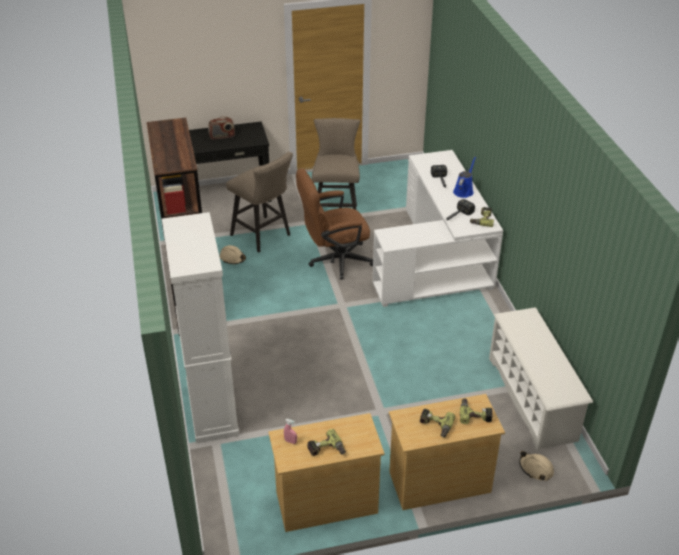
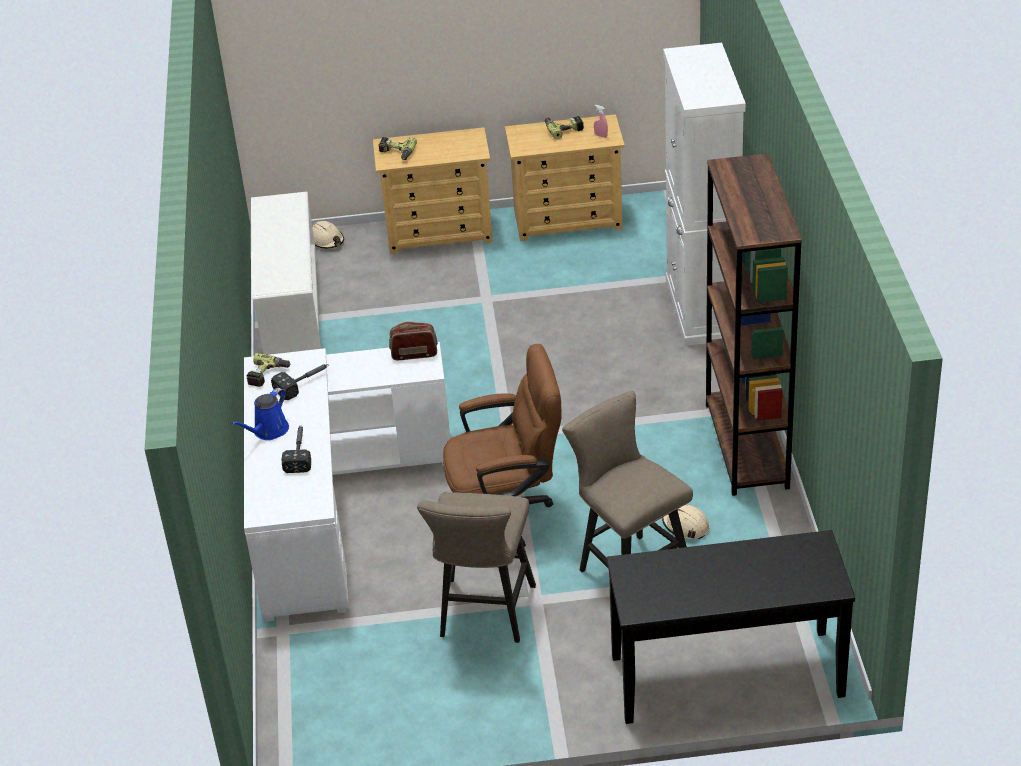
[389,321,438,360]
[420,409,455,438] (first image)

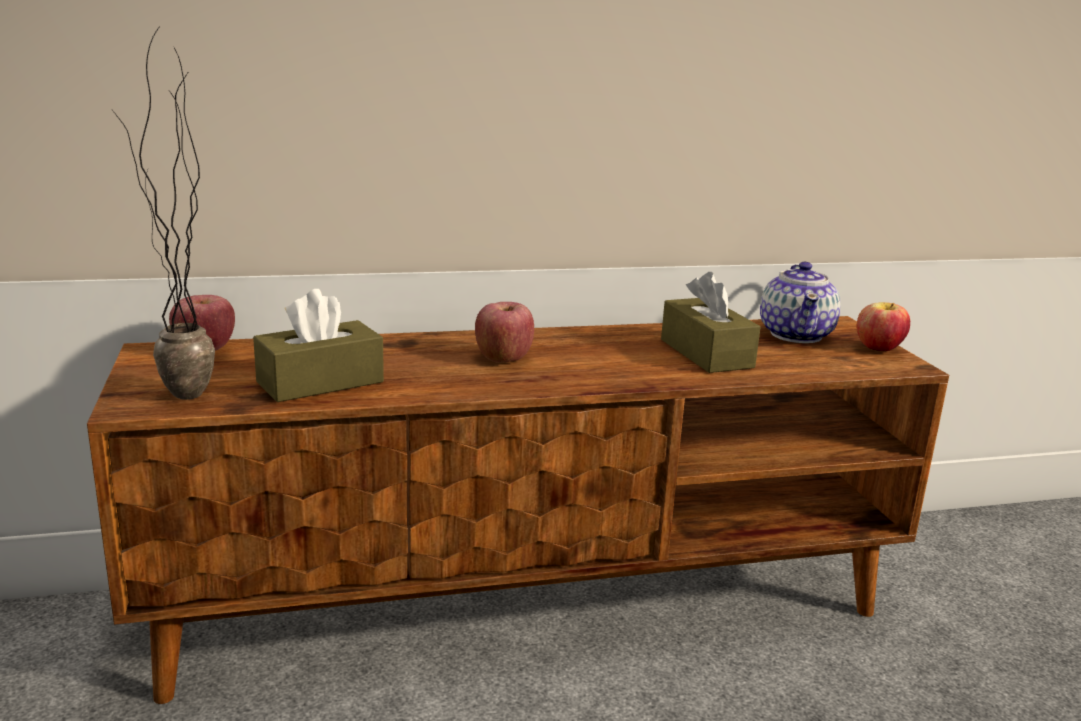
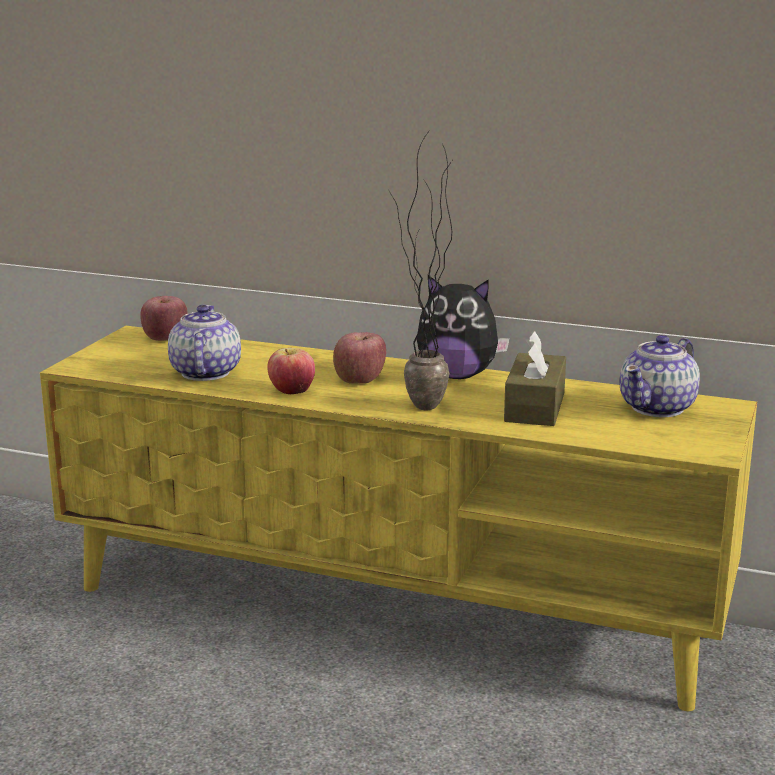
[388,129,452,410]
[168,305,241,381]
[267,348,315,394]
[40,326,757,711]
[417,275,510,379]

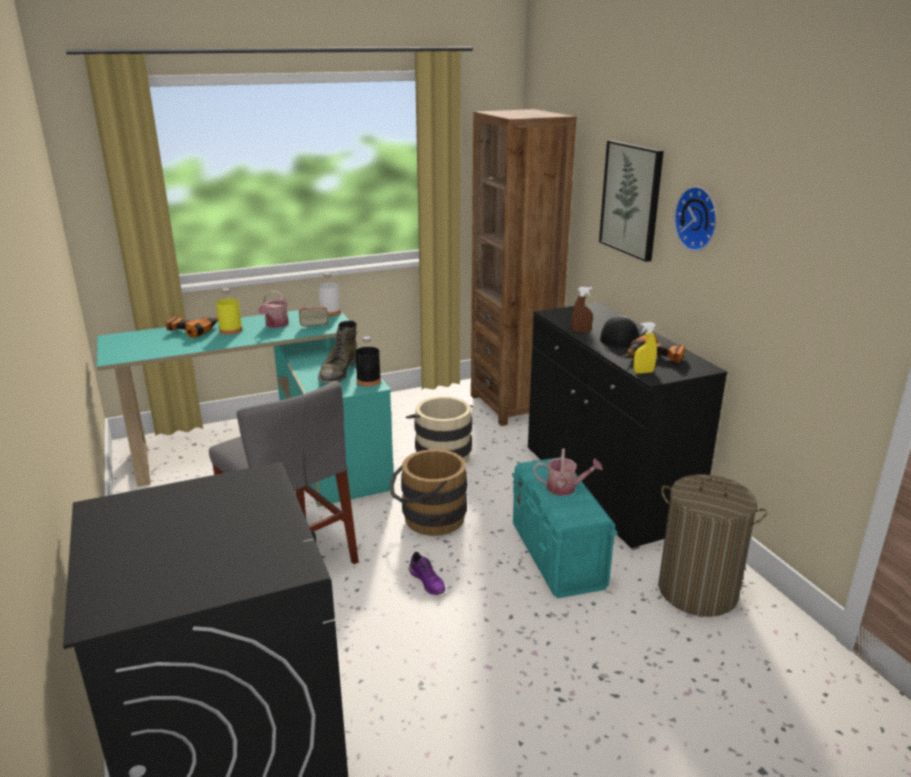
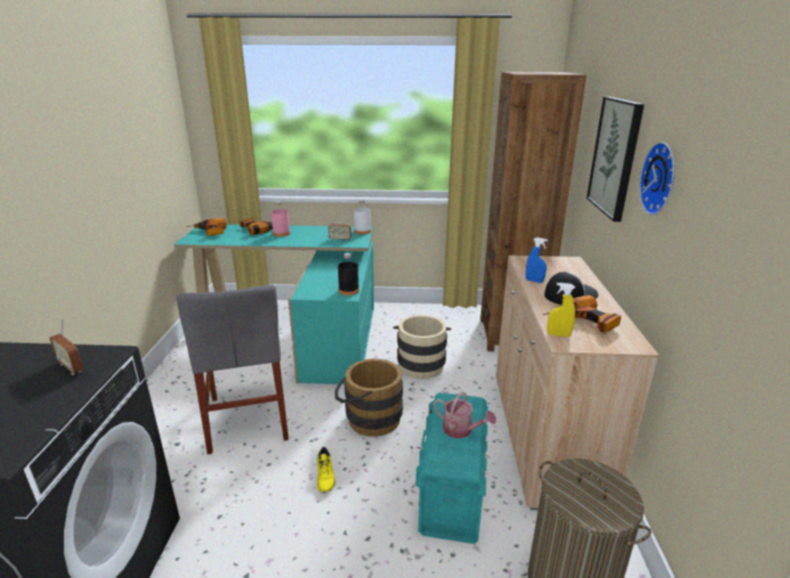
[526,237,548,283]
[271,201,290,237]
[258,291,289,328] (first image)
[496,255,659,510]
[318,320,357,383] (first image)
[317,447,336,493]
[187,218,227,236]
[49,318,83,375]

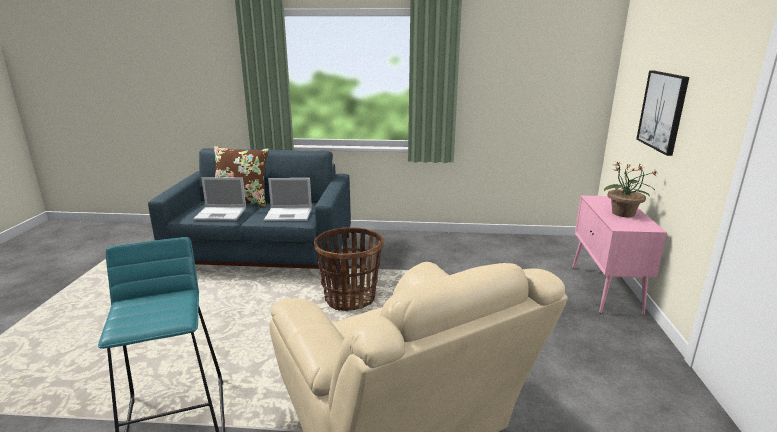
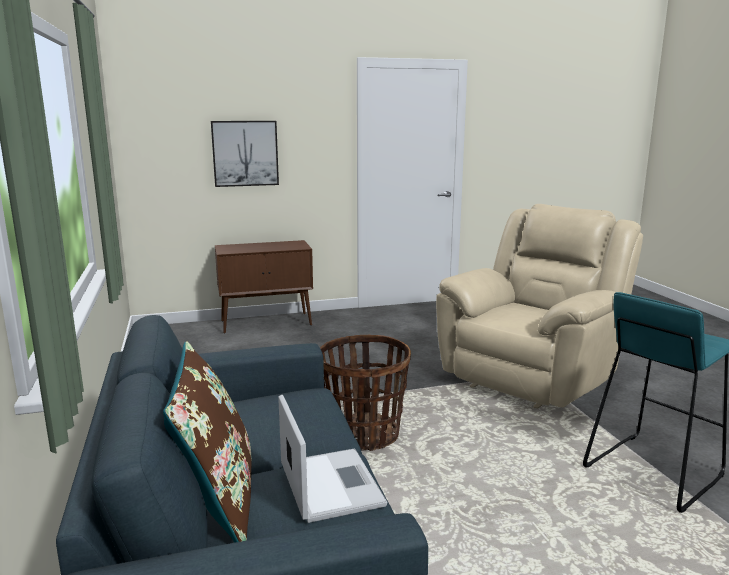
[604,161,657,217] (first image)
[264,178,312,221] (first image)
[215,240,313,334]

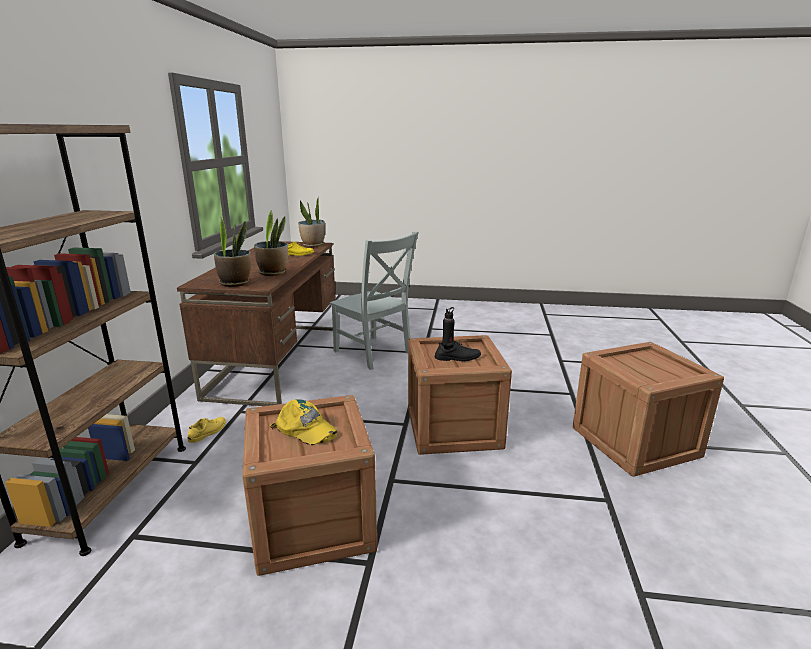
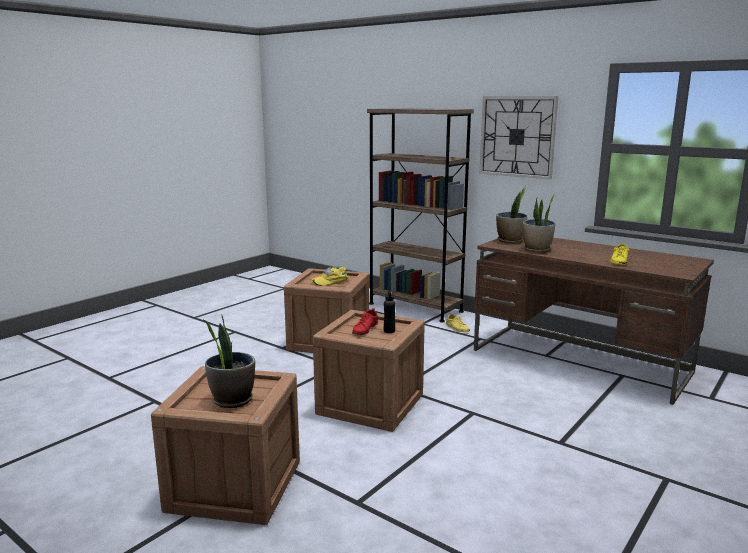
[204,314,255,408]
[330,231,419,370] (first image)
[352,308,378,335]
[479,96,558,179]

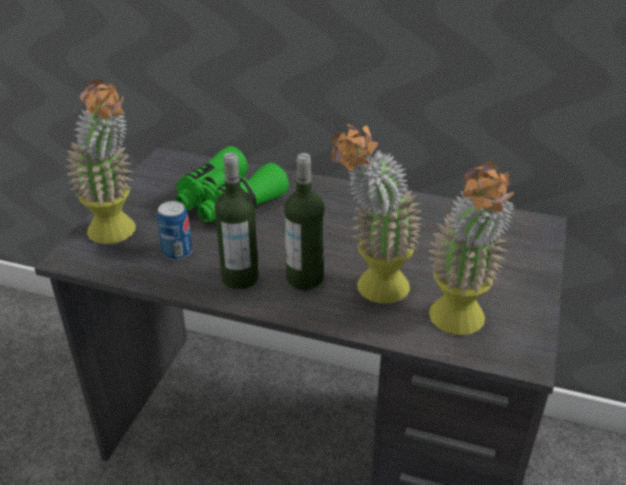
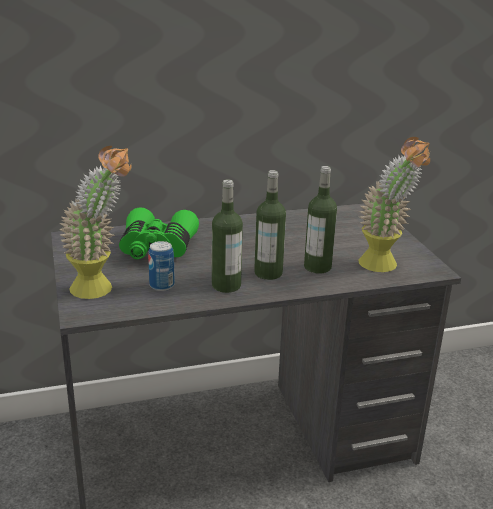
[304,166,337,274]

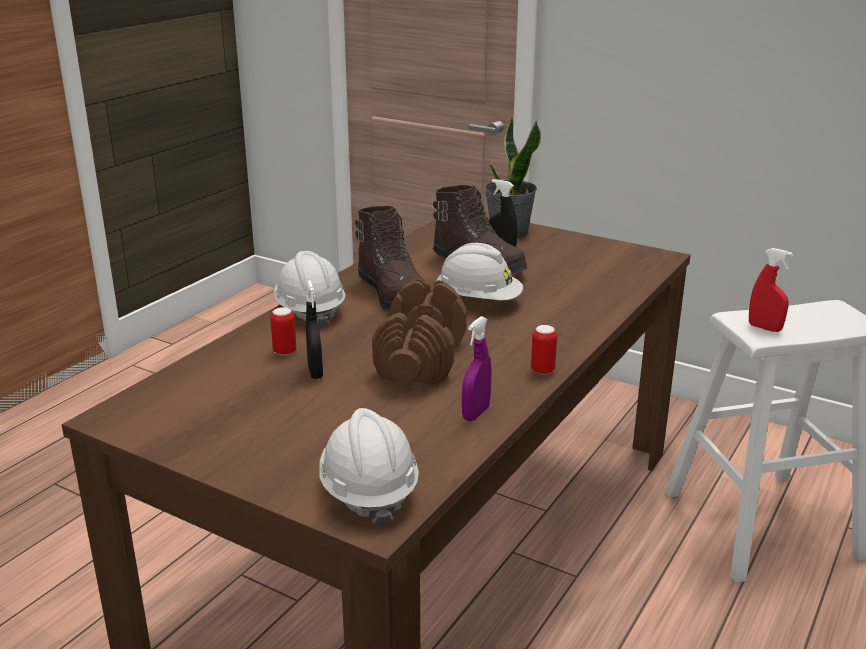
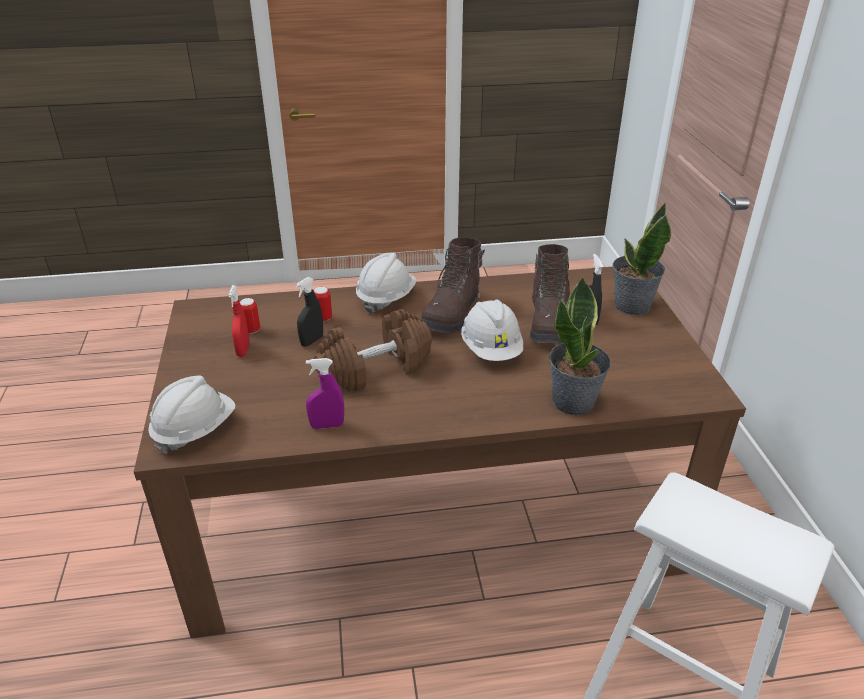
[228,285,250,357]
[240,298,260,334]
[549,276,611,415]

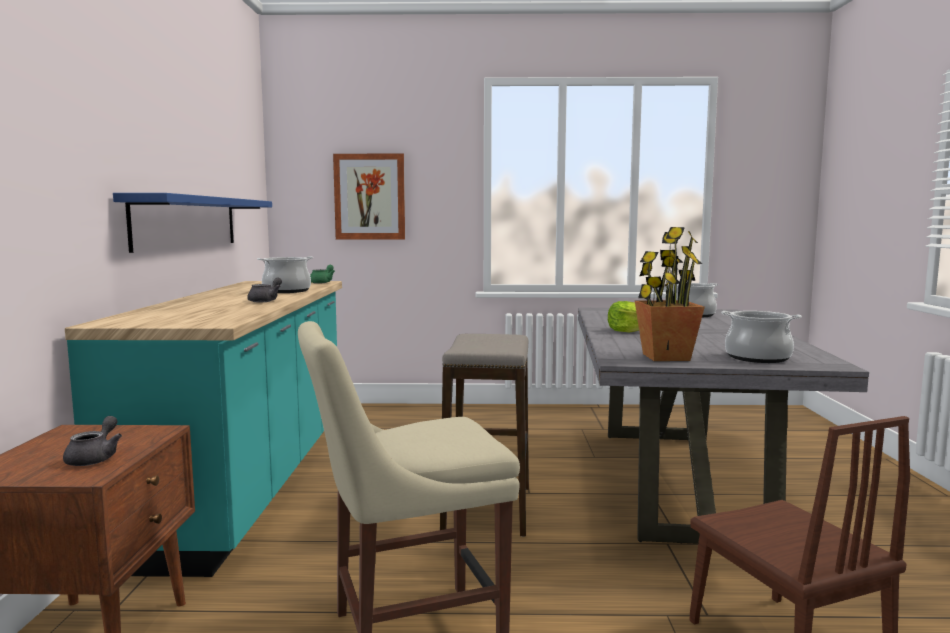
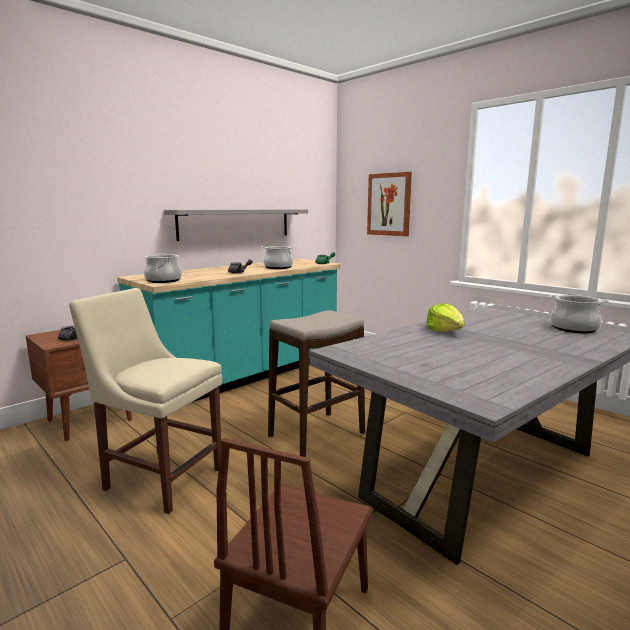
[164,209,308,241]
[635,227,705,361] (first image)
[144,253,182,283]

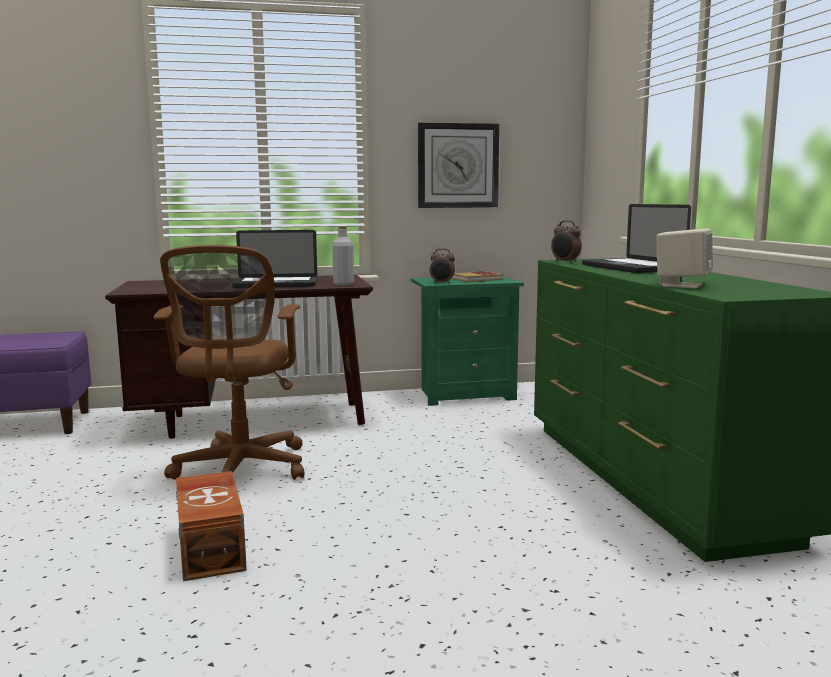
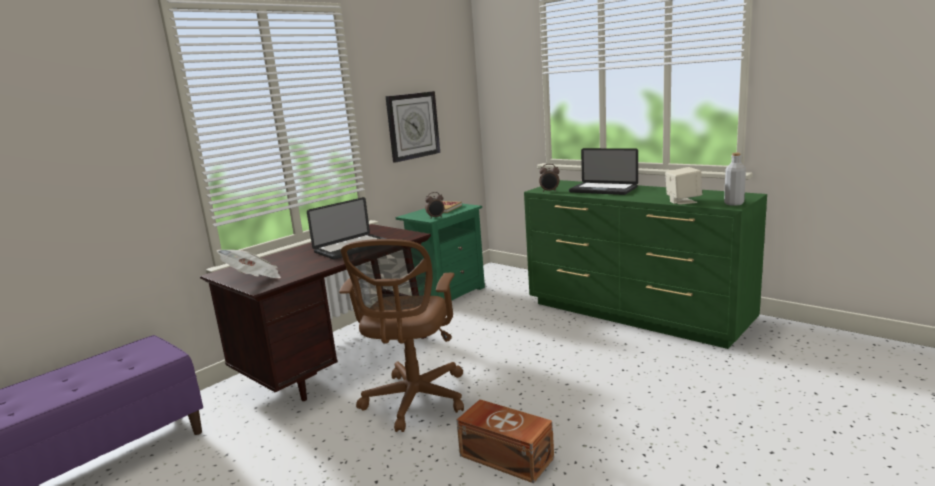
[724,153,746,206]
[339,239,464,432]
[217,250,281,278]

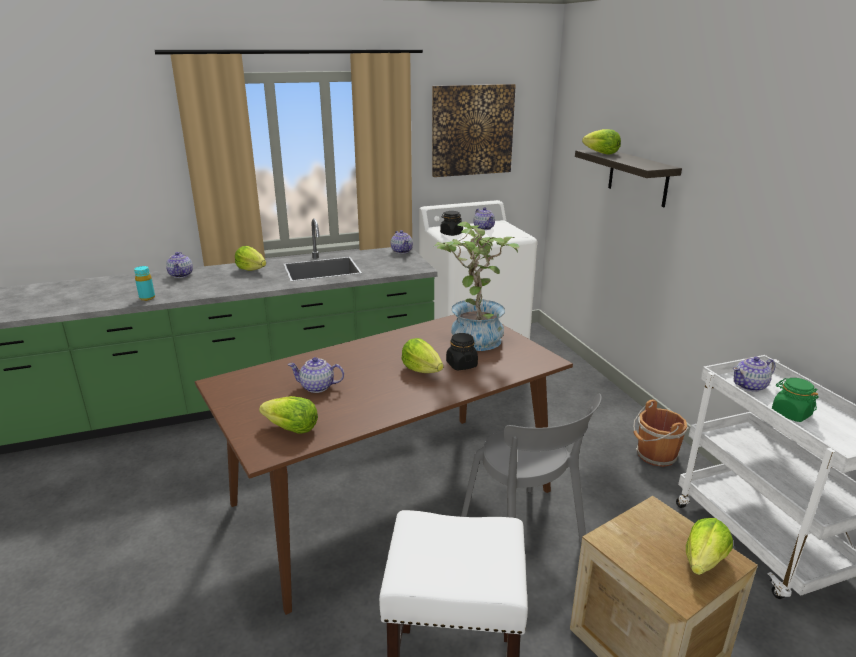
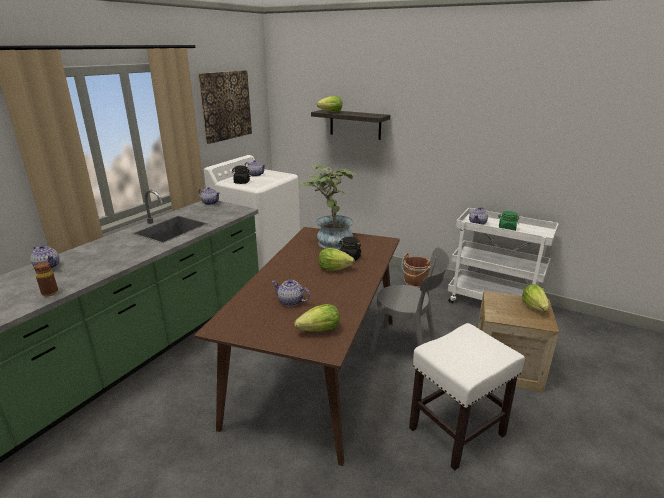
[235,246,266,271] (first image)
[34,262,58,296]
[271,279,310,307]

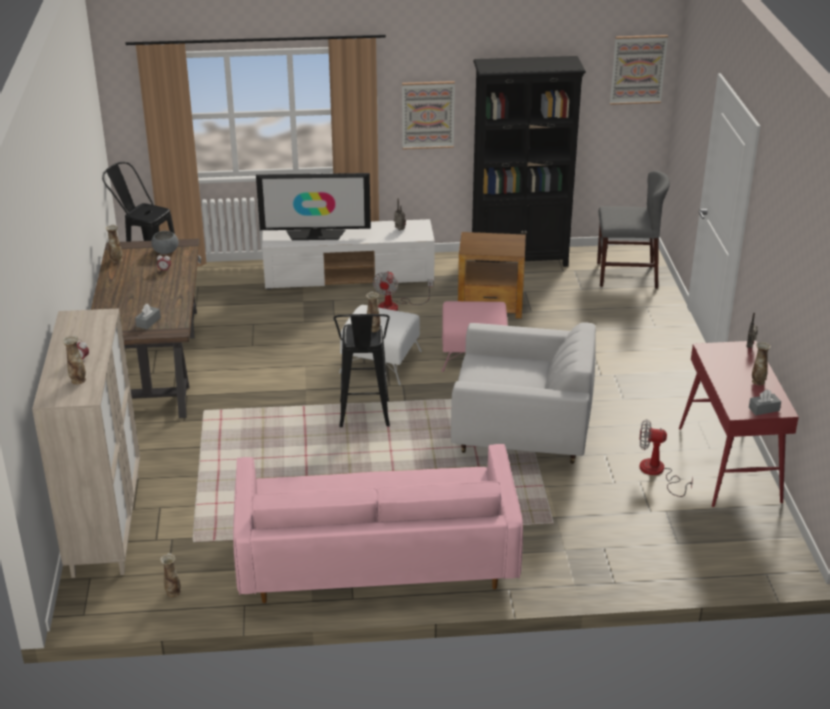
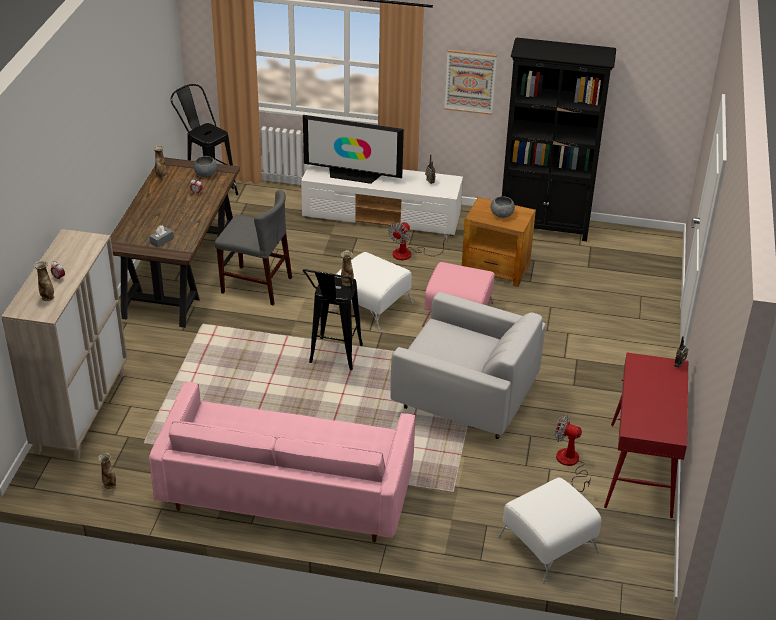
[610,35,668,105] (first image)
[215,190,292,305]
[752,342,771,385] (first image)
[749,389,781,415] (first image)
[491,196,515,218]
[498,478,601,584]

